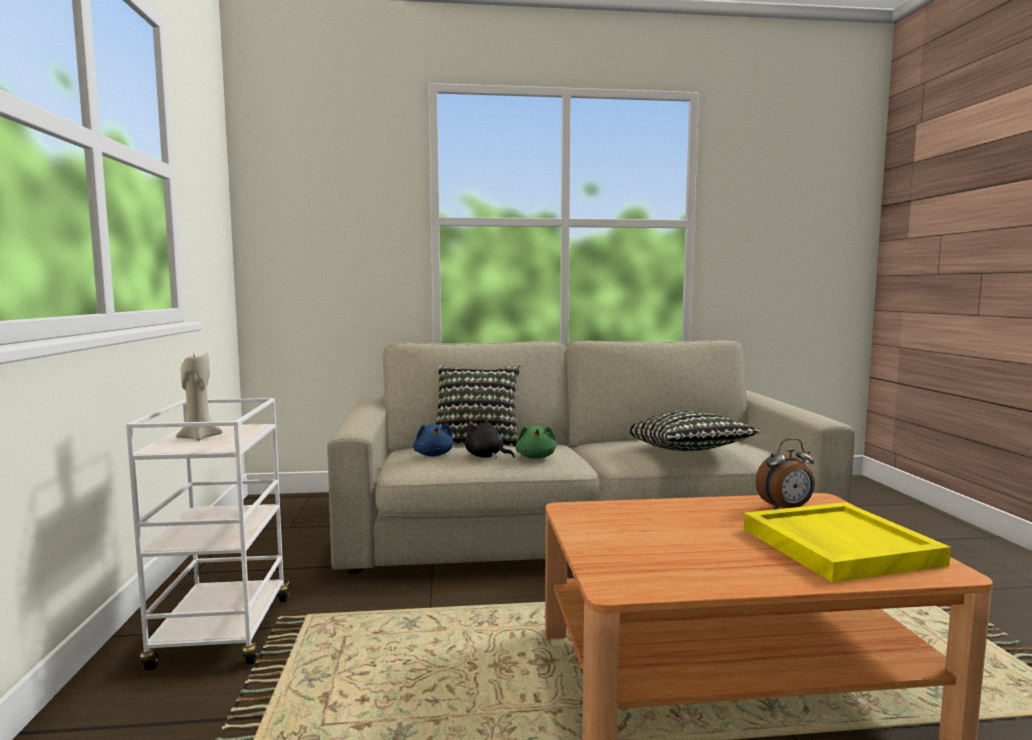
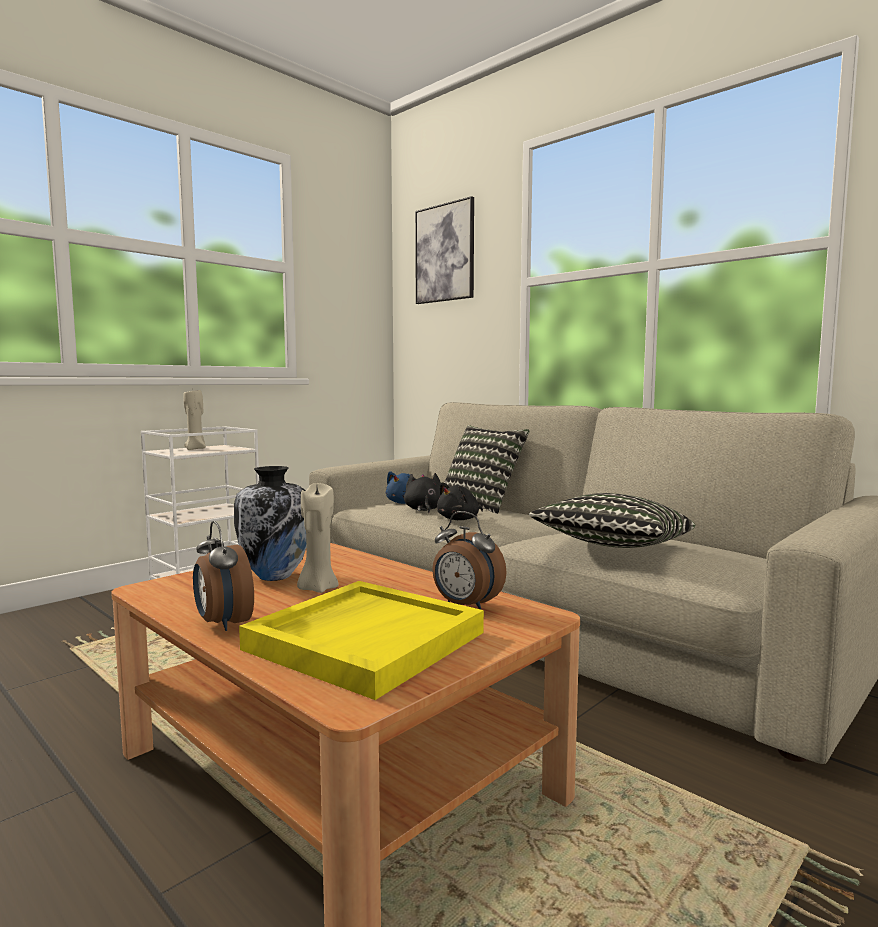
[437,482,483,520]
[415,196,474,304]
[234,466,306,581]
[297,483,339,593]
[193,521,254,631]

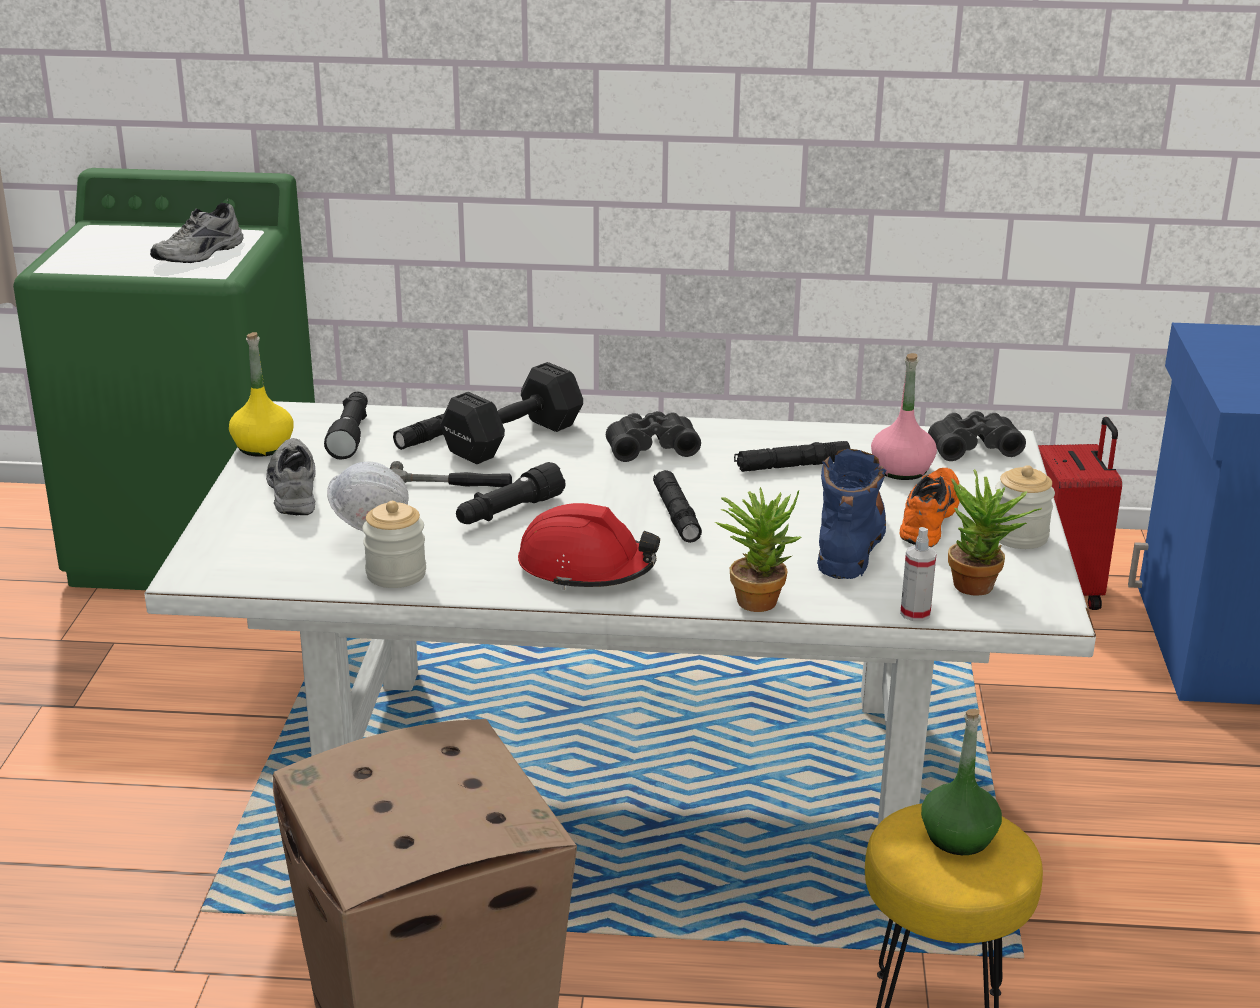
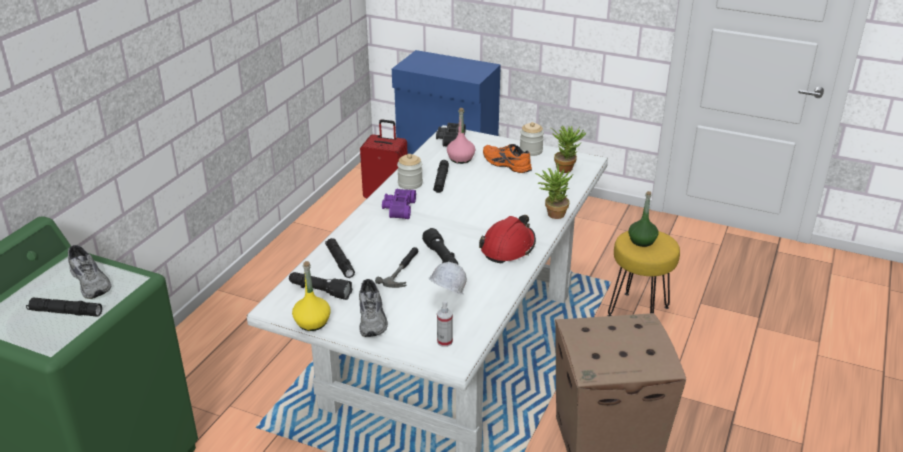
[440,362,583,464] (first image)
[382,189,416,219]
[359,279,388,337]
[817,449,887,579] (first image)
[26,297,102,316]
[397,154,423,190]
[437,301,453,347]

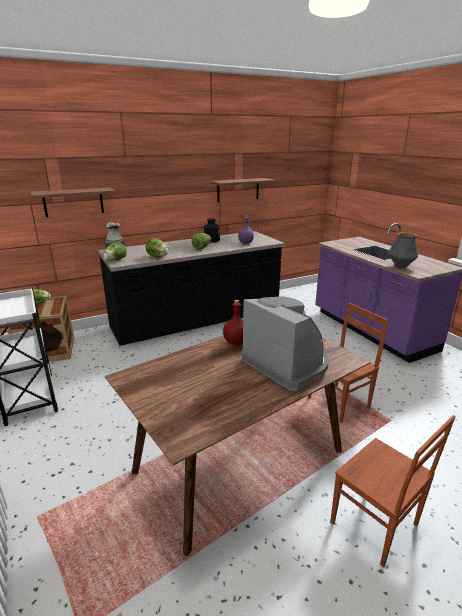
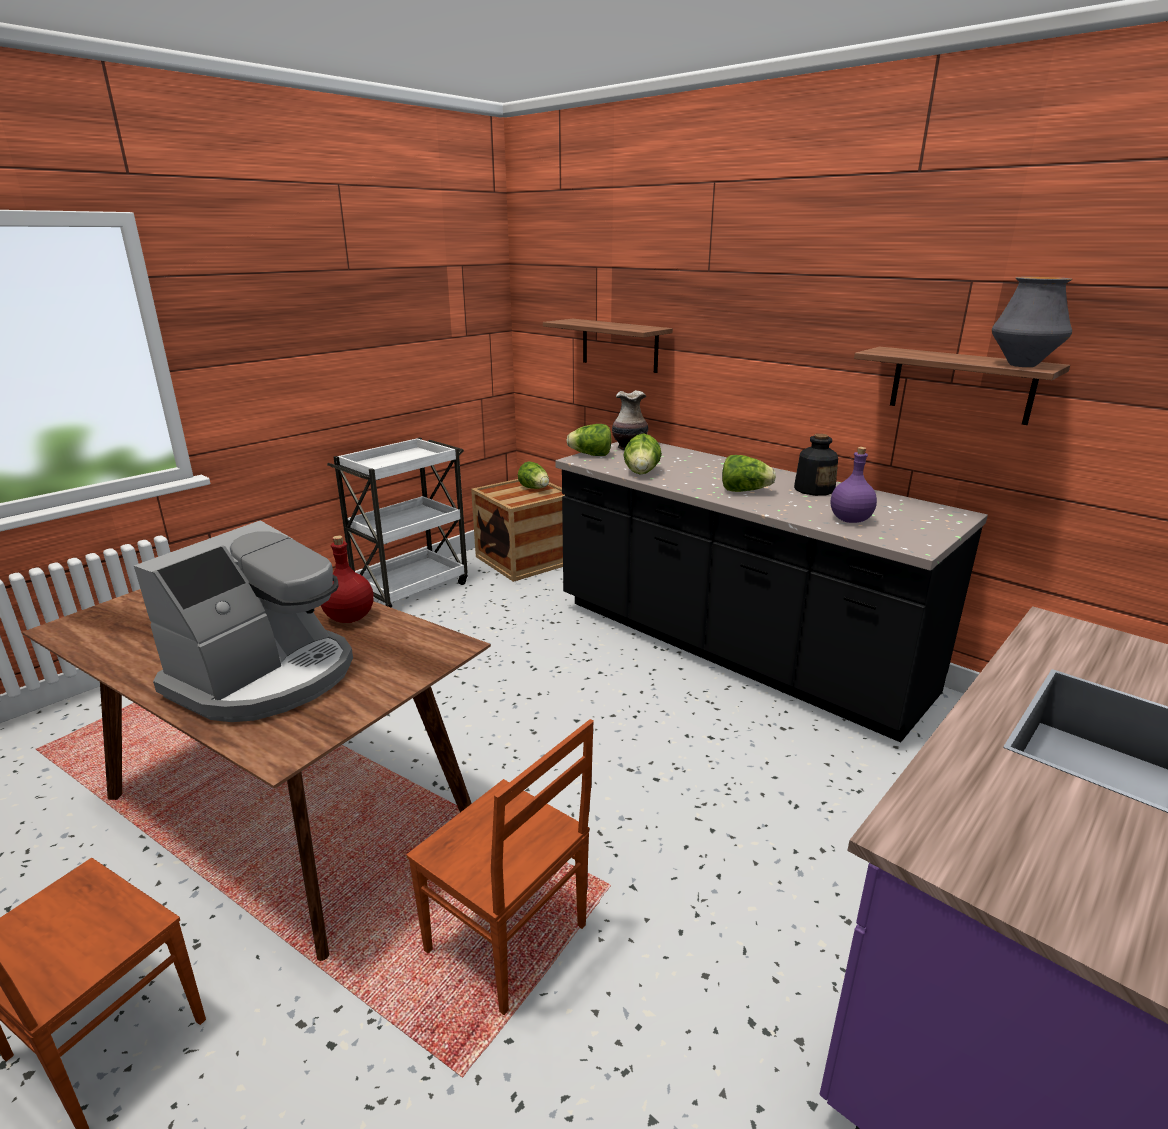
[992,277,1072,367]

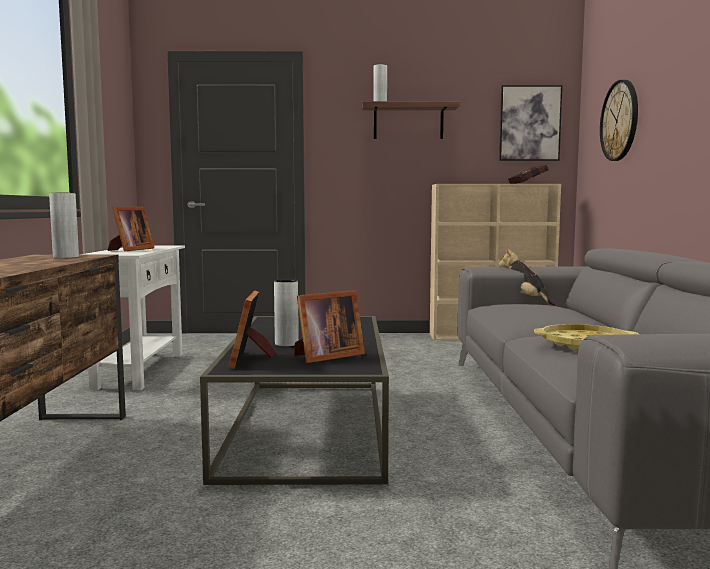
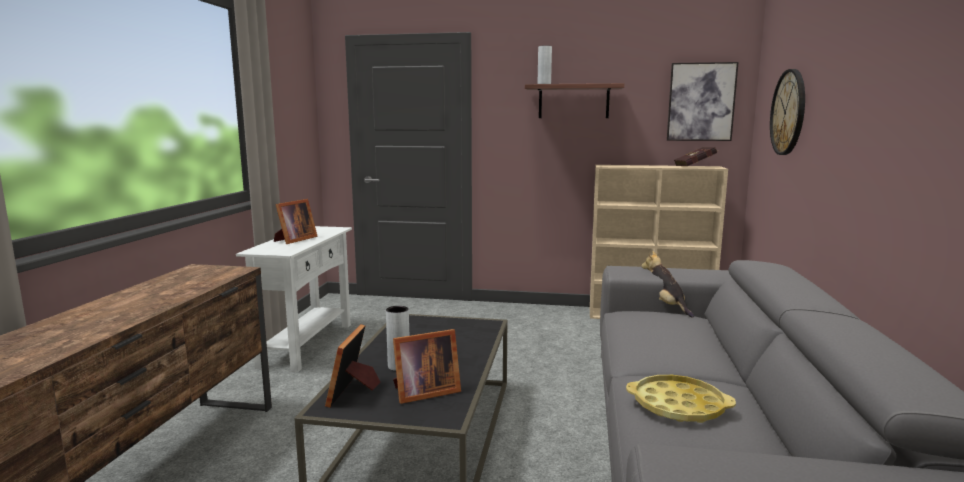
[49,193,79,258] (first image)

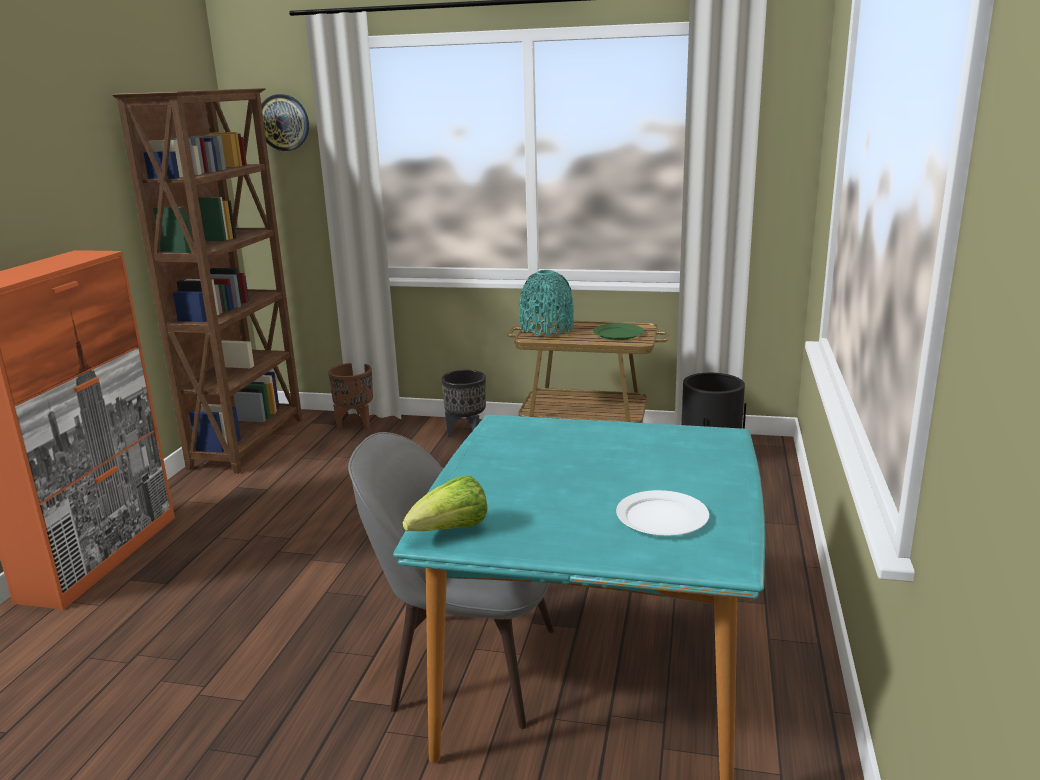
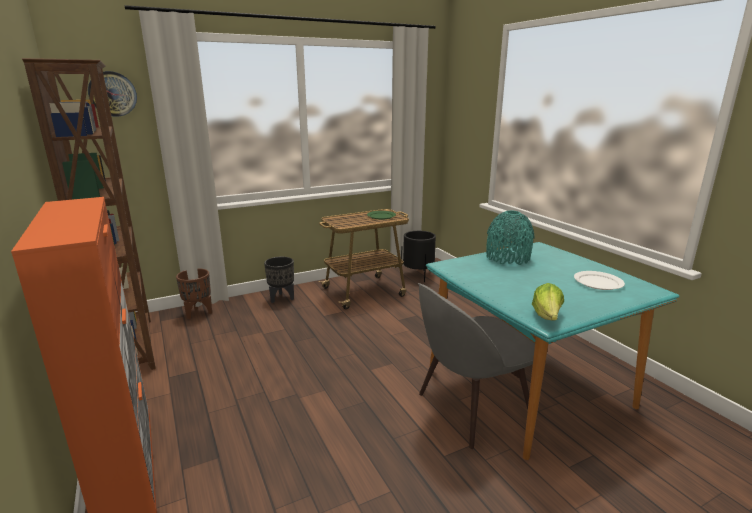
[486,211,535,265]

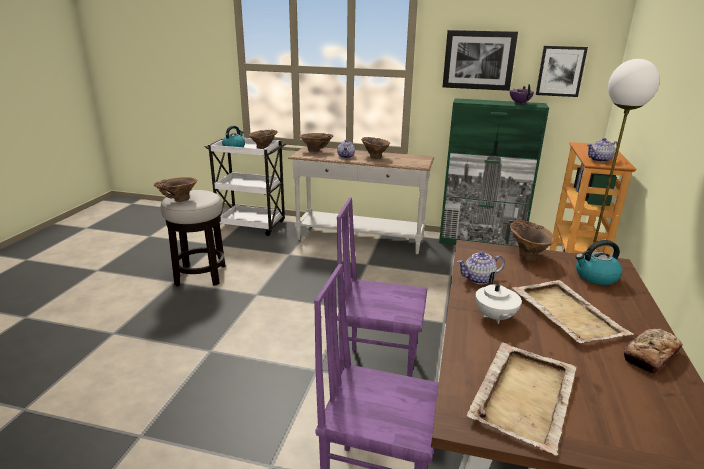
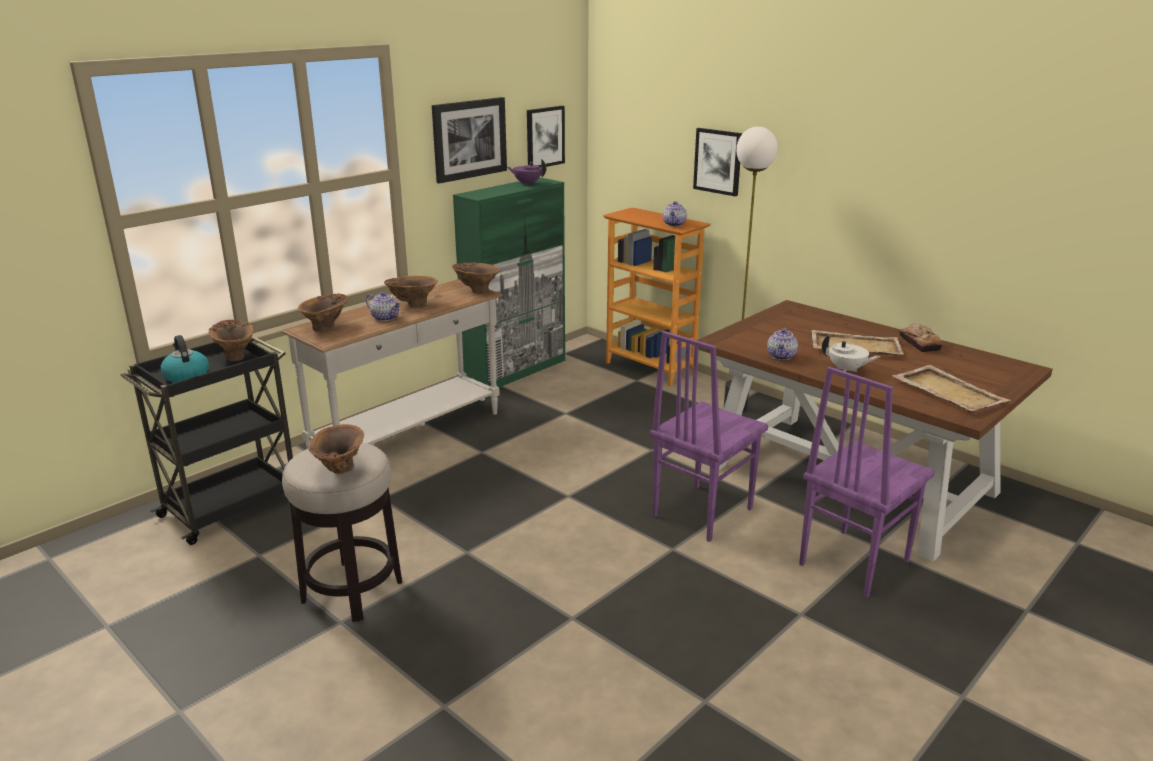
[120,336,293,545]
[452,262,500,293]
[575,240,622,285] (first image)
[693,128,743,196]

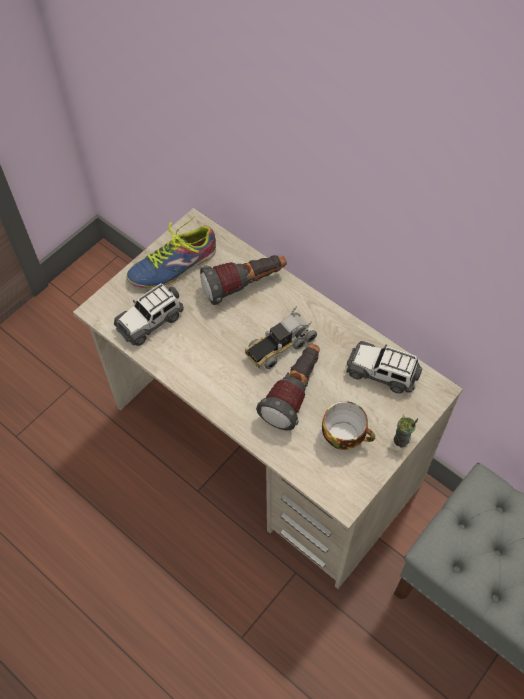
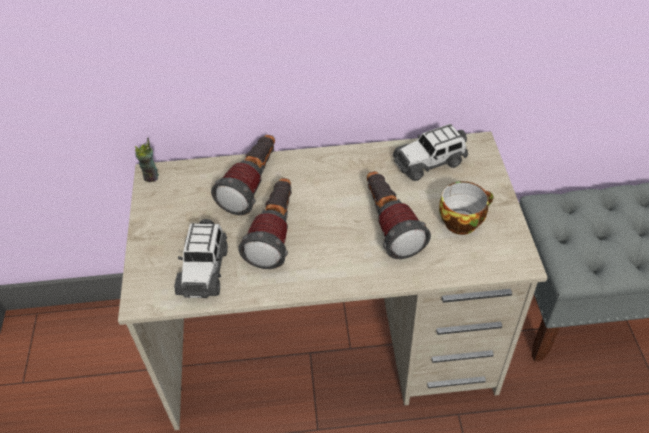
[127,216,216,288] (first image)
[245,306,317,369] (first image)
[135,137,159,182]
[239,178,292,269]

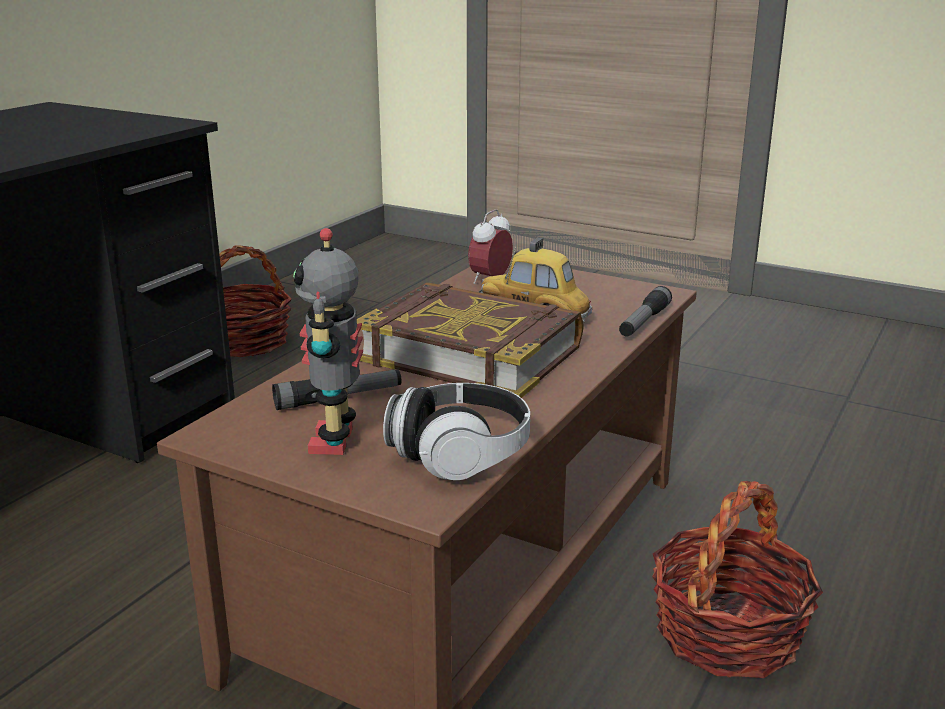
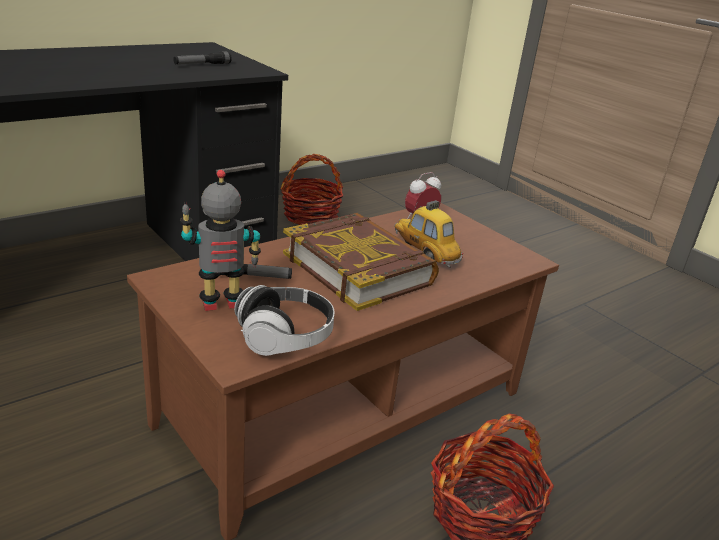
[180,170,261,311]
[173,51,232,65]

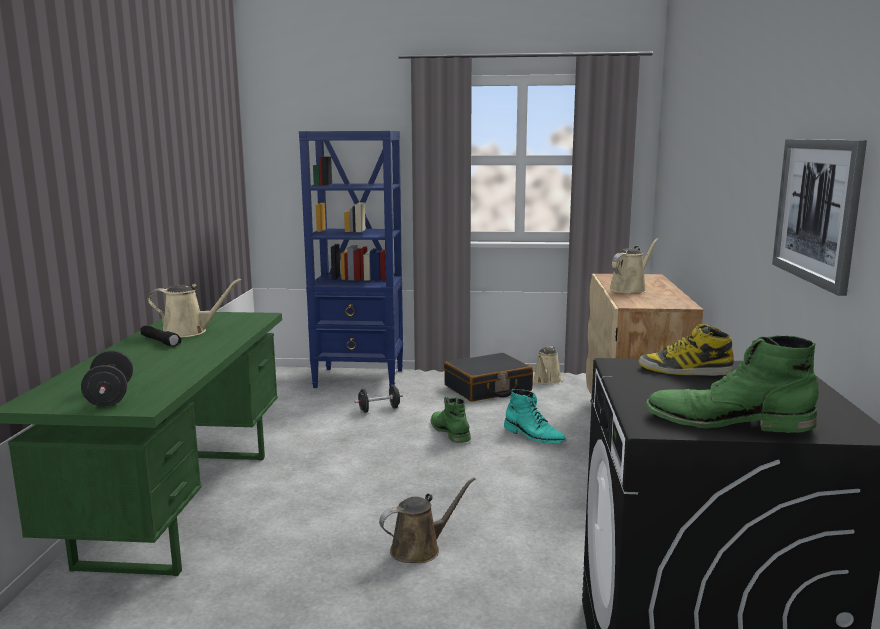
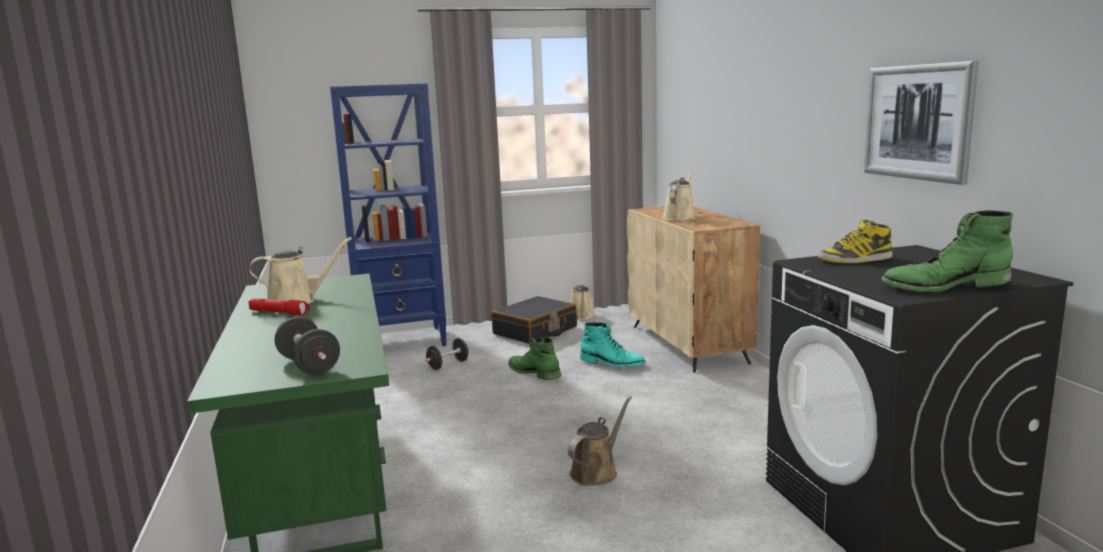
[248,298,310,315]

